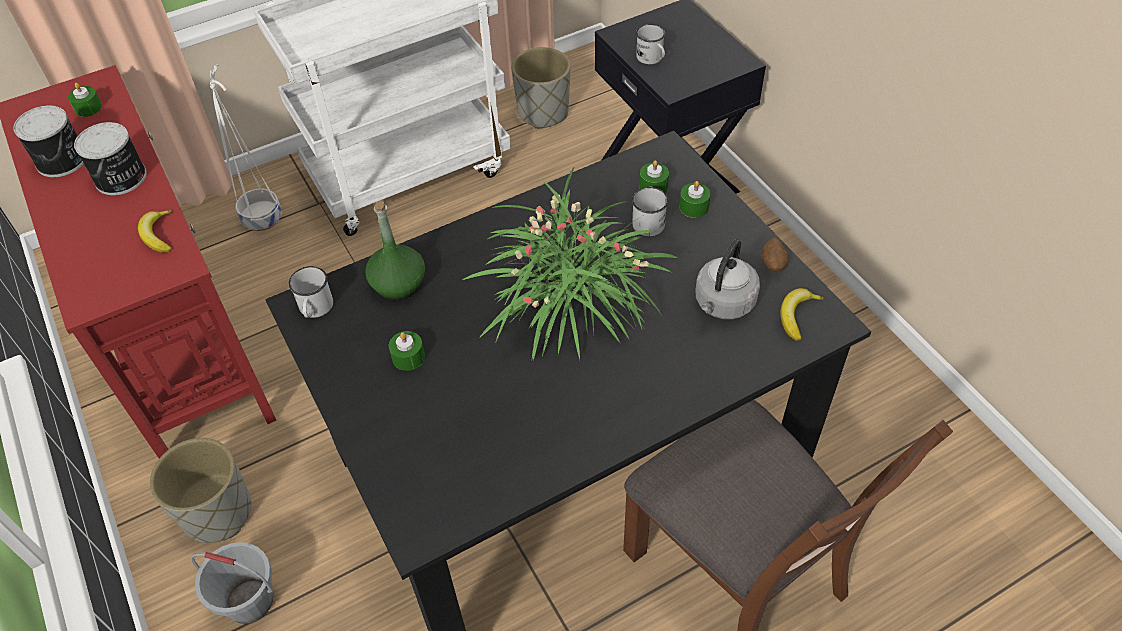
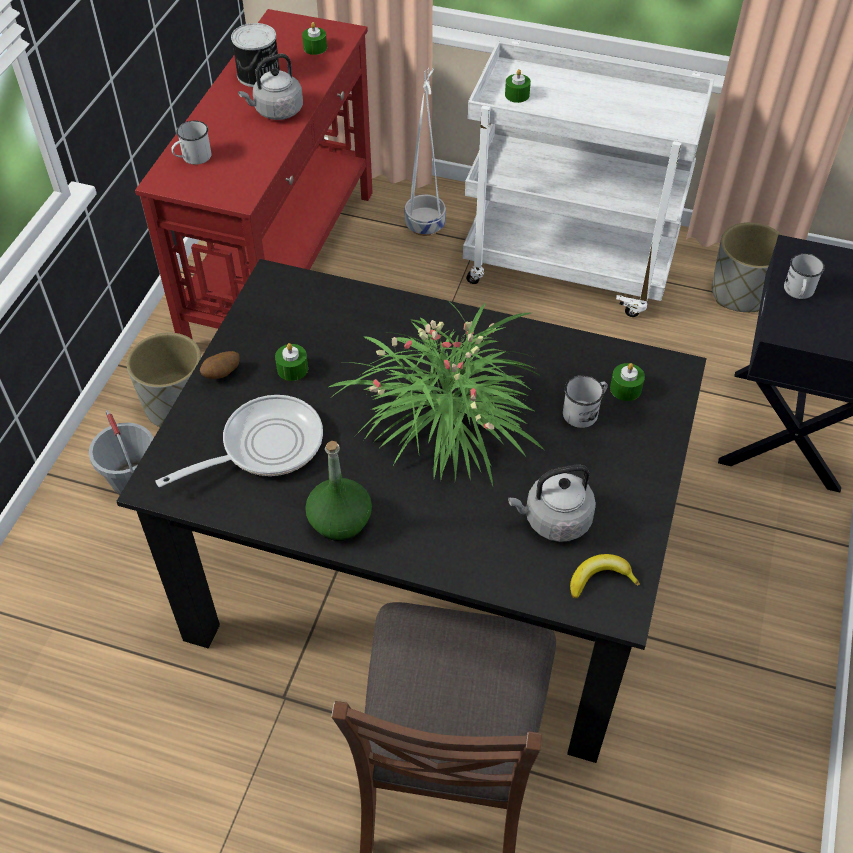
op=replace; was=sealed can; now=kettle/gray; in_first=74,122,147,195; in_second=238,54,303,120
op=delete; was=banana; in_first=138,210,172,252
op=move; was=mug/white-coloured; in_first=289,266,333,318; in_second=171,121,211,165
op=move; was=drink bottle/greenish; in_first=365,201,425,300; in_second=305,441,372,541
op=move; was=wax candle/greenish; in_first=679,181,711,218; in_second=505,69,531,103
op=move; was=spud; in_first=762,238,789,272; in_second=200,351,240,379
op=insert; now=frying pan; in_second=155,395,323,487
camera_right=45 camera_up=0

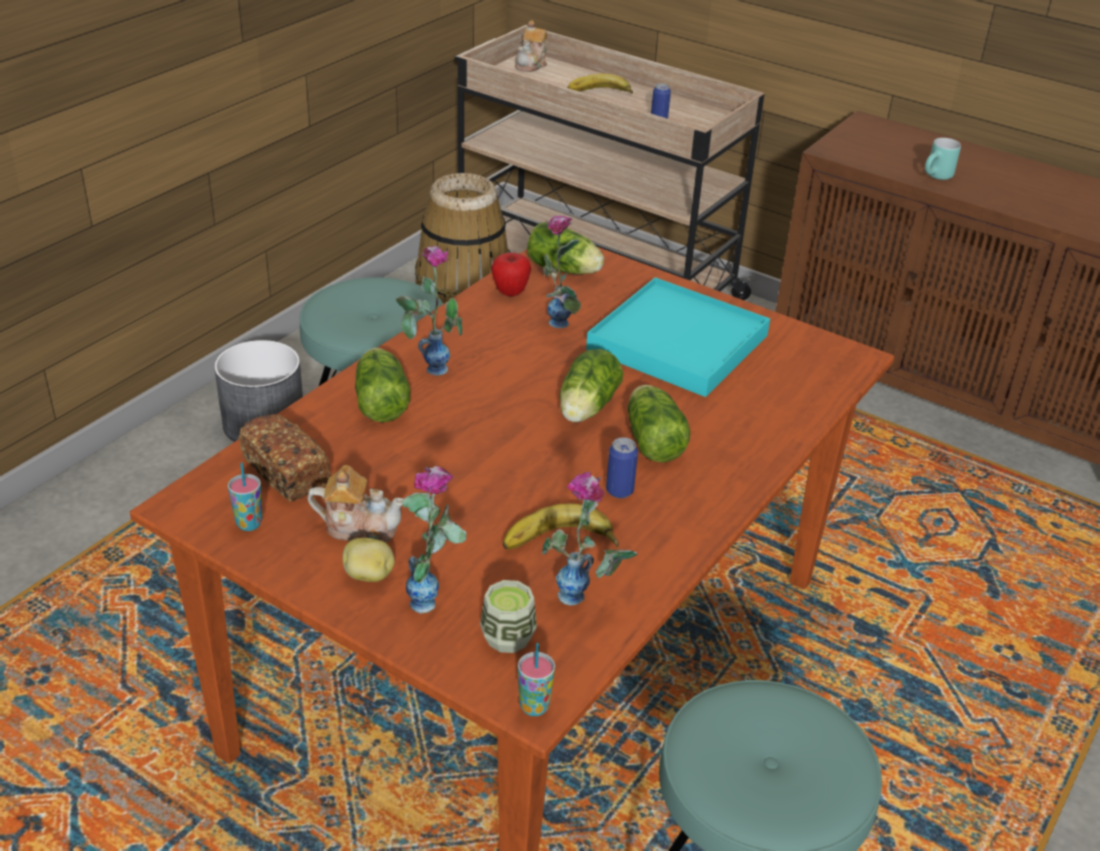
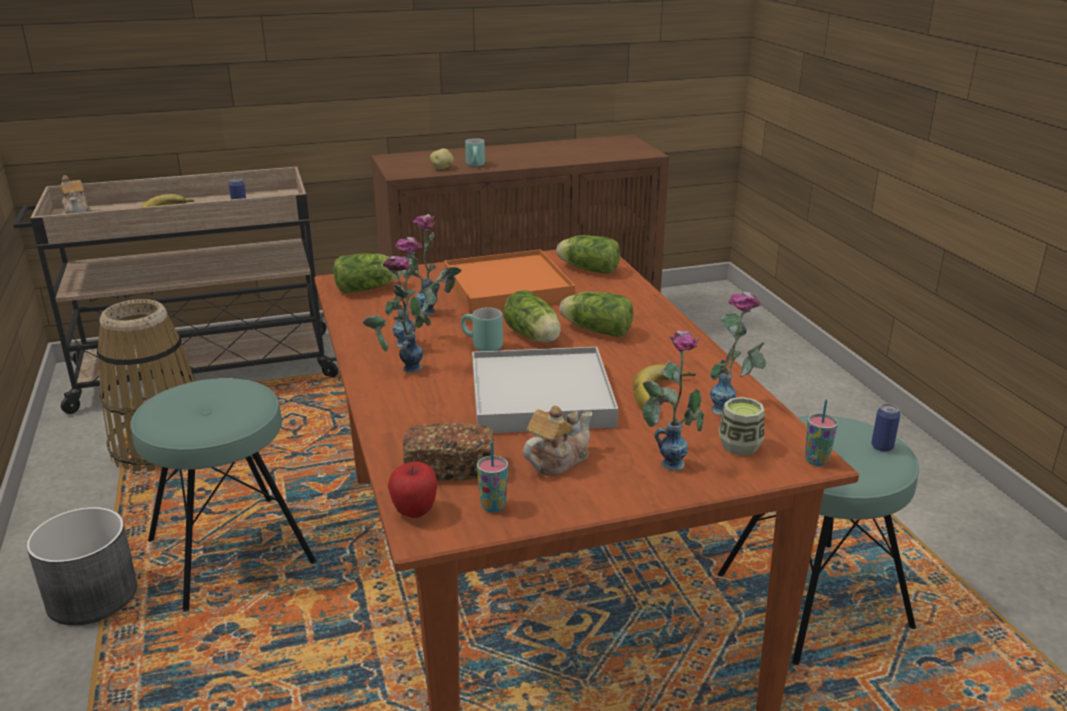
op=move; was=spud; in_first=342,538,395,582; in_second=430,148,454,169
op=move; was=lettuce head; in_first=355,348,410,422; in_second=556,235,620,274
op=move; was=apple fruit; in_first=491,252,531,296; in_second=388,461,438,518
op=recolor; was=carrying tray/turquoise; now=carrying tray/orangey; in_first=586,277,770,397; in_second=444,249,575,314
op=move; was=sealed can; in_first=606,437,638,498; in_second=871,404,900,452
op=insert; now=vase; in_second=385,237,439,348
op=insert; now=mug/turquoise; in_second=461,307,503,351
op=insert; now=carrying tray/white-coloured; in_second=472,347,618,433
camera_right=-50 camera_up=-10

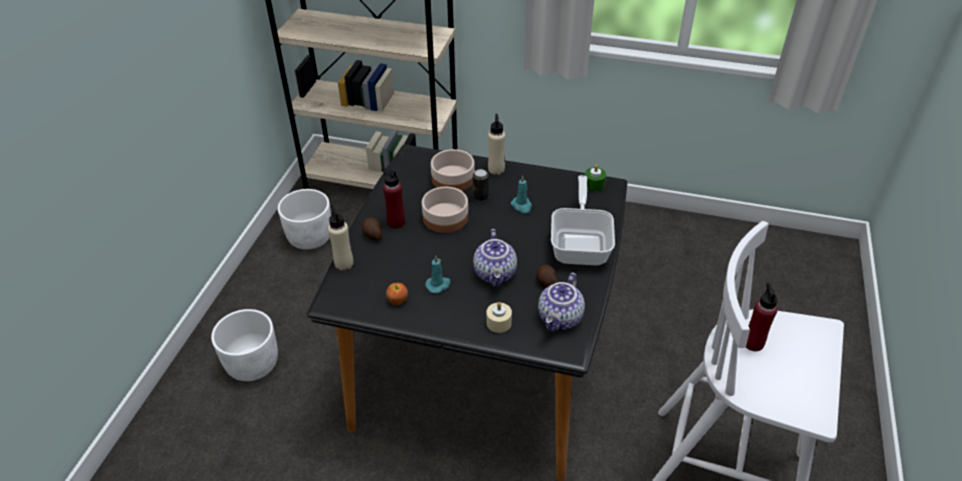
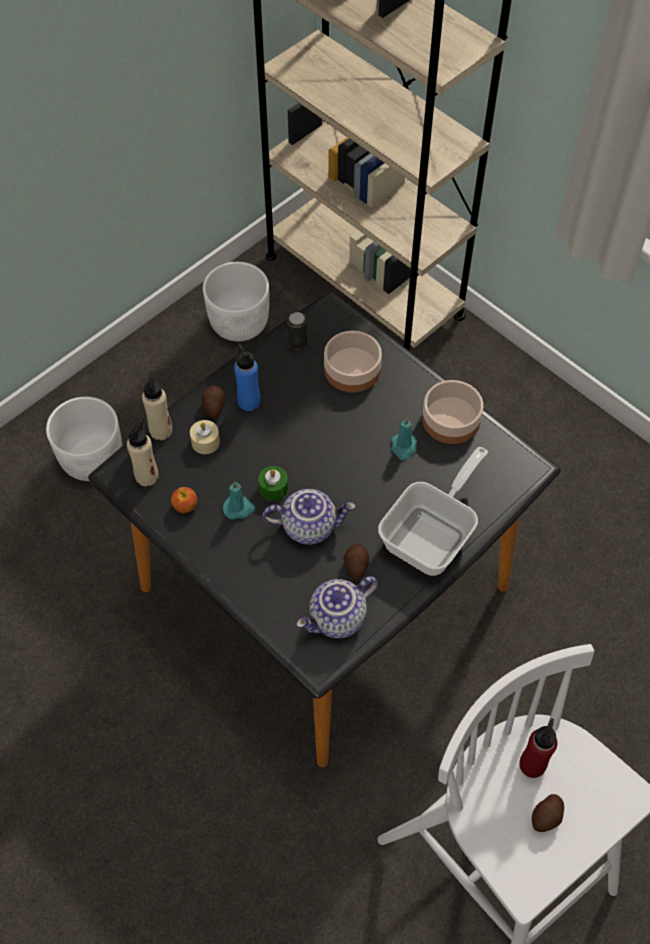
op=recolor; was=drink bottle/red-coloured; now=drink bottle/bluish; in_first=382,168,405,228; in_second=234,343,260,411
op=move; was=serving bowl; in_first=422,187,468,233; in_second=422,380,483,444
op=move; was=sealed can; in_first=473,169,489,201; in_second=287,312,307,349
op=rotate; was=teapot; in_first=473,229,517,286; in_second=263,489,356,545; clockwise=-120
op=move; was=wax candle/beige-coloured; in_first=486,302,512,333; in_second=190,420,220,454
op=move; was=drink bottle/beige-coloured; in_first=488,114,505,175; in_second=127,419,159,486
op=move; was=wax candle/greenish; in_first=585,164,606,191; in_second=258,466,288,501
op=insert; now=spud; in_second=532,794,564,832
camera_right=30 camera_up=15

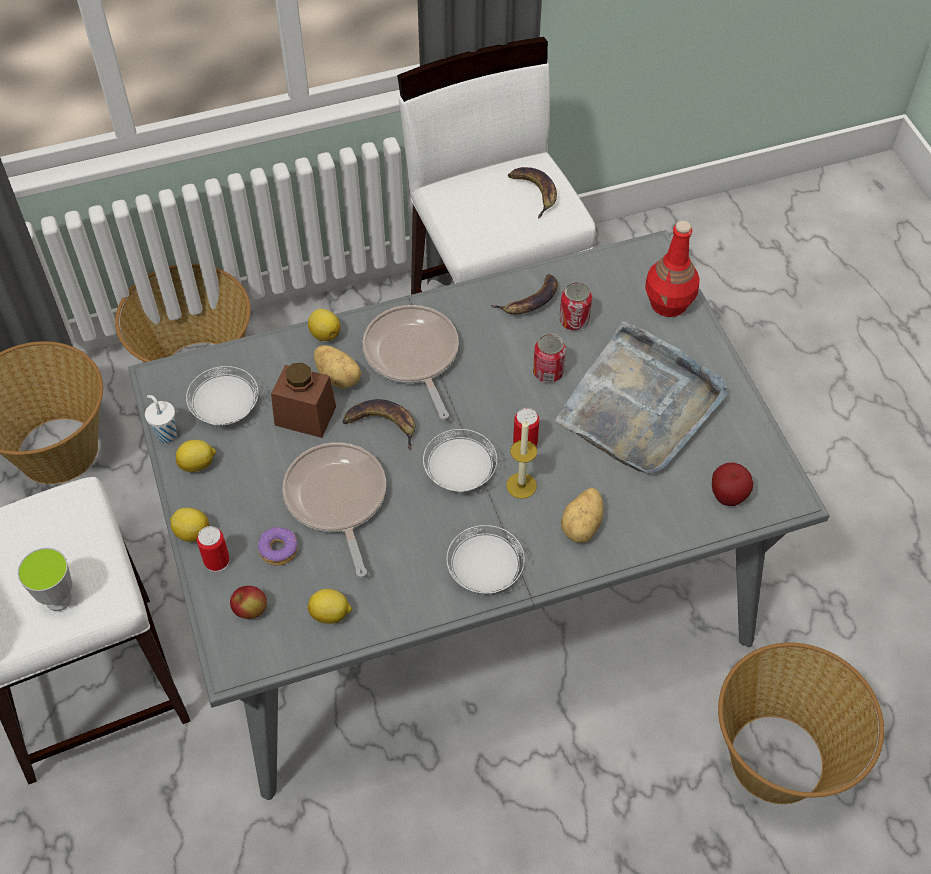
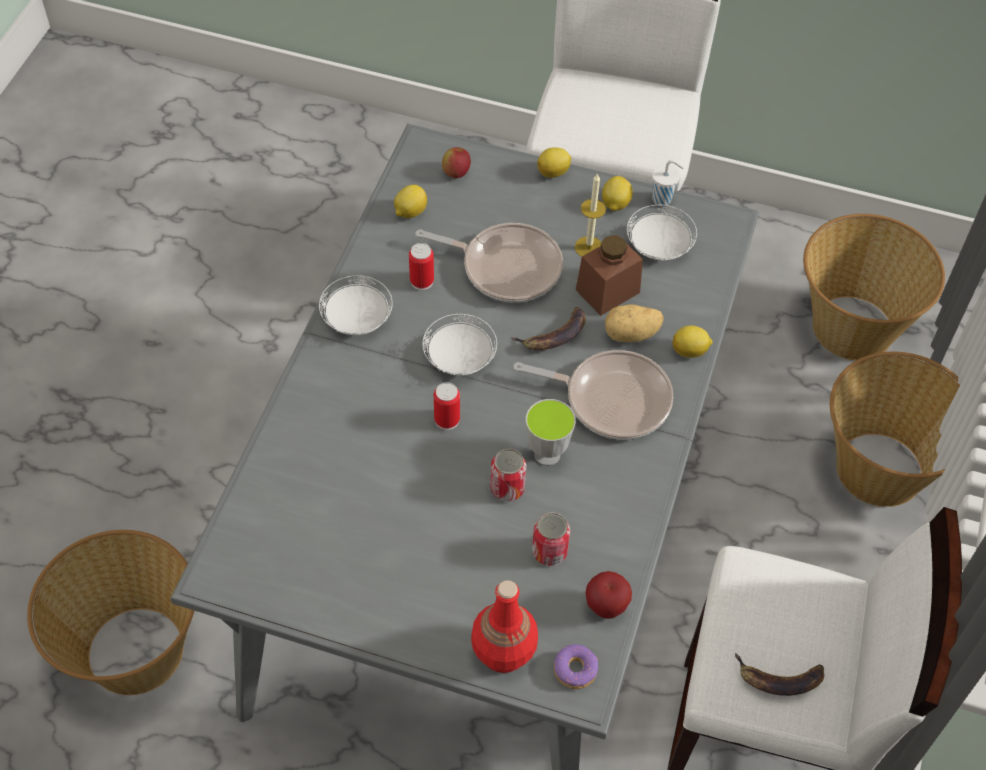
op=move; was=cup; in_first=17,548,72,611; in_second=526,399,576,466
op=move; was=sealed can; in_first=197,526,230,572; in_second=409,243,434,290
op=move; was=ring doughnut; in_first=258,527,298,566; in_second=554,644,598,689
op=delete; was=banana; in_first=491,274,558,314
op=move; was=wax candle; in_first=506,419,537,499; in_second=575,173,606,257
op=delete; was=carrying tray/gray; in_first=555,321,727,474
op=delete; was=spud; in_first=561,488,603,543
op=move; was=apple fruit; in_first=712,462,753,506; in_second=585,571,632,619
camera_right=125 camera_up=0

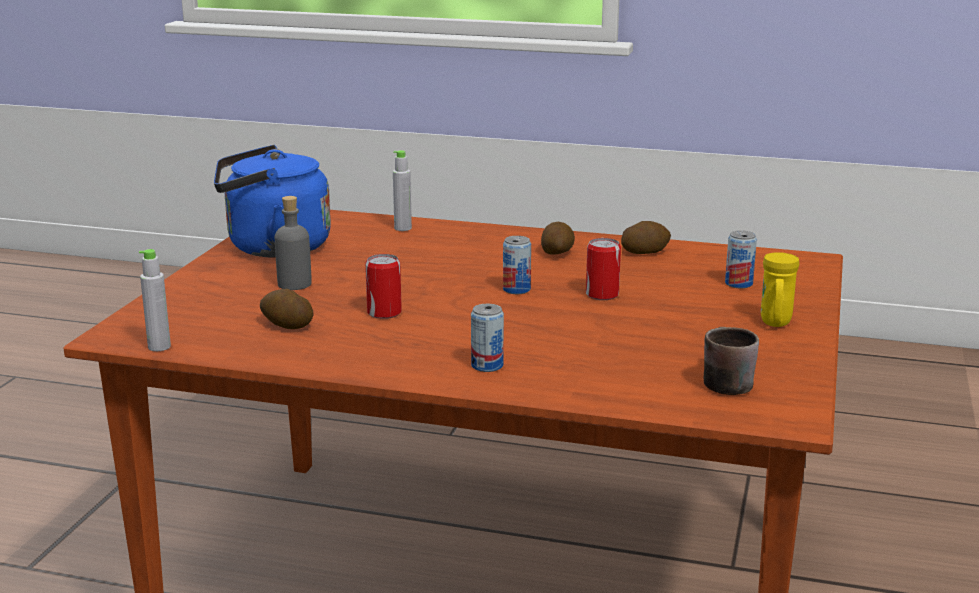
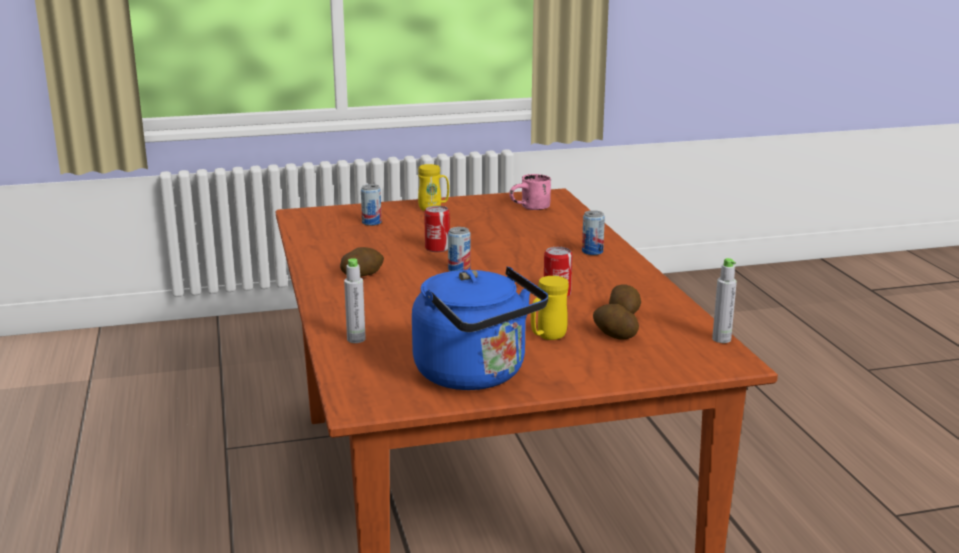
op=replace; was=drink bottle/gray; now=mug/yellow-coloured; in_first=275,196,312,290; in_second=531,276,569,340
op=move; was=spud; in_first=621,221,671,254; in_second=593,304,639,339
op=recolor; was=mug/brownish; now=mug/pink; in_first=704,327,759,395; in_second=509,174,551,210
camera_right=-120 camera_up=0

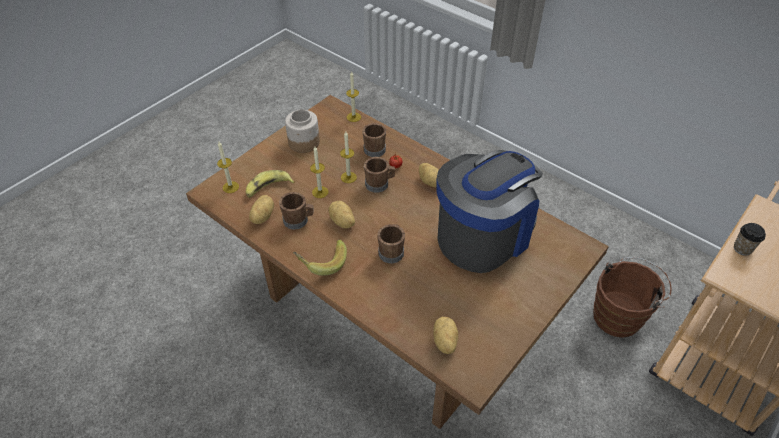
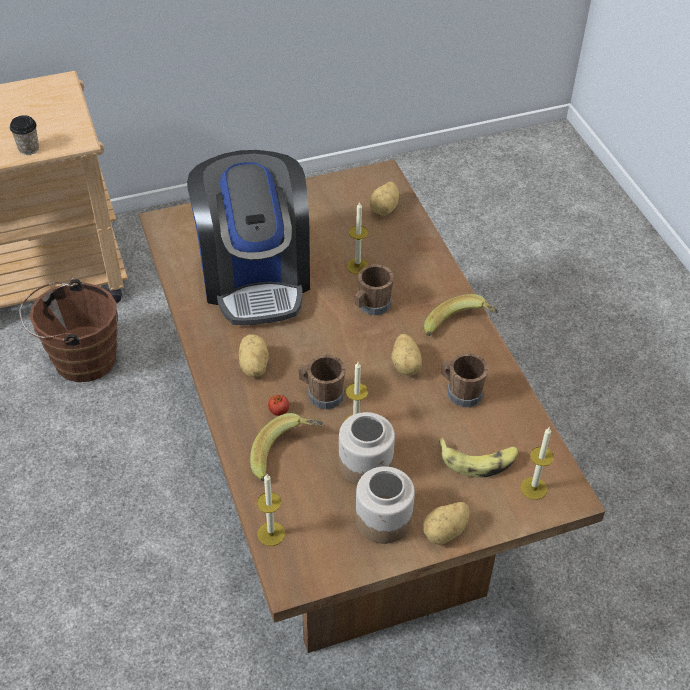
op=move; was=spud; in_first=249,195,274,224; in_second=423,502,470,545
op=move; was=wax candle; in_first=310,147,329,198; in_second=346,201,369,274
op=replace; was=mug/brownish; now=banana; in_first=362,123,386,157; in_second=250,413,323,481
op=rotate; was=coffee maker; in_first=436,150,543,273; in_second=187,150,310,325; clockwise=-90
op=insert; now=jar; in_second=339,412,395,485
camera_right=-150 camera_up=0

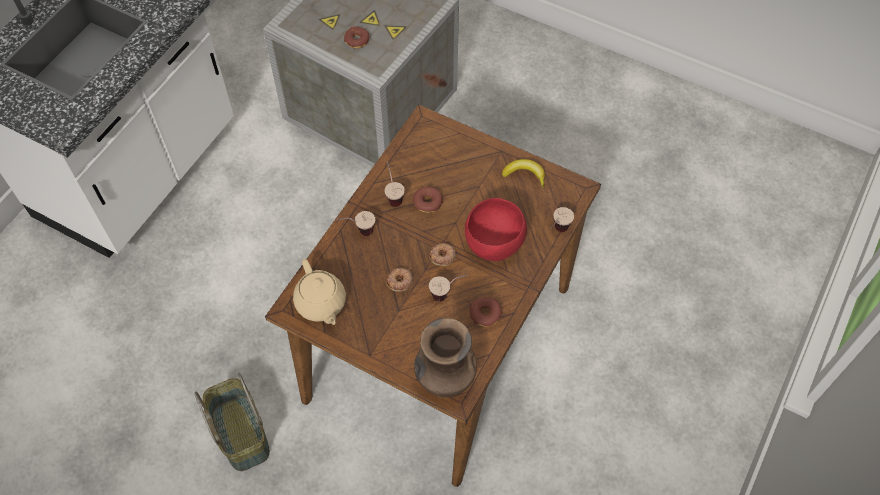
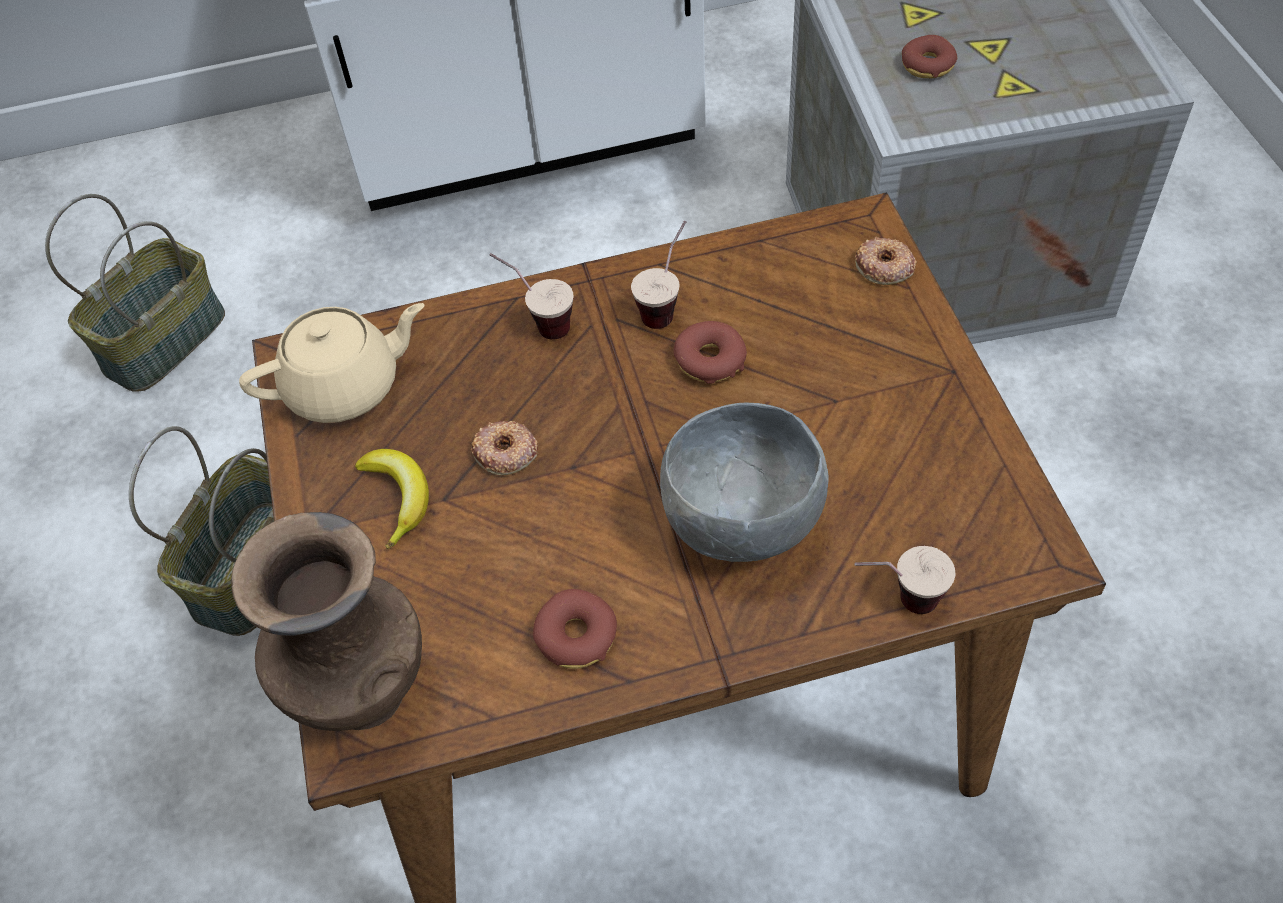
op=rotate; was=teapot/beige-coloured; in_first=293,259,346,325; in_second=239,303,425,423; clockwise=-135
op=move; was=ring doughnut; in_first=429,243,456,266; in_second=855,237,917,285
op=delete; was=cup; in_first=429,274,468,302
op=recolor; was=serving bowl/red-coloured; now=serving bowl/gray; in_first=465,198,527,261; in_second=660,403,828,562
op=move; was=banana; in_first=502,159,545,188; in_second=355,449,429,549
op=insert; now=storage basket; in_second=45,194,225,392
camera_right=50 camera_up=-5

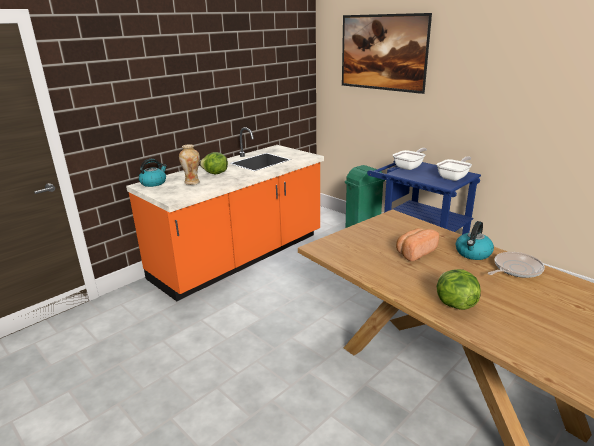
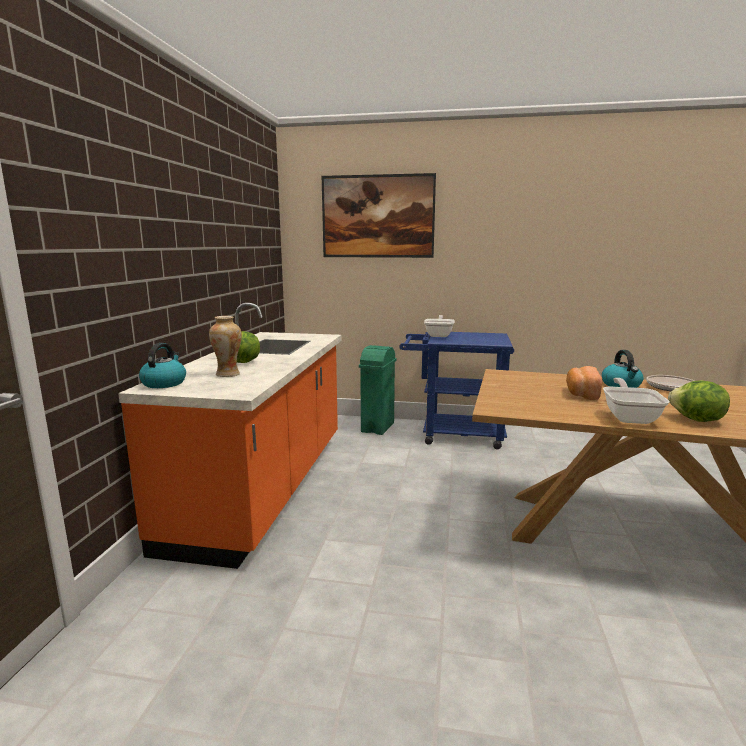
op=move; was=frying pan; in_first=436,156,472,181; in_second=603,378,669,424
camera_right=-35 camera_up=-10

